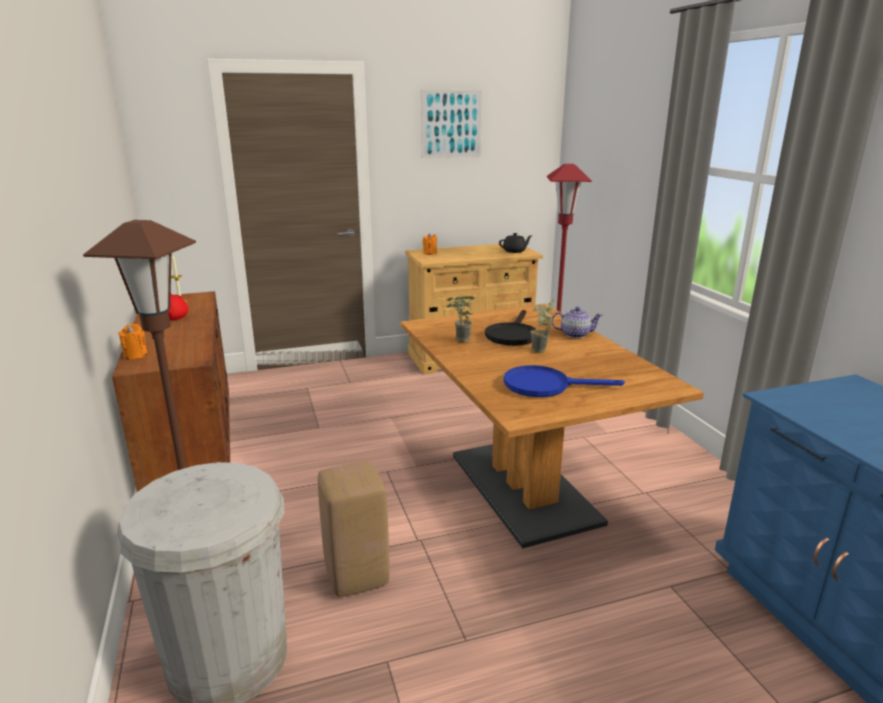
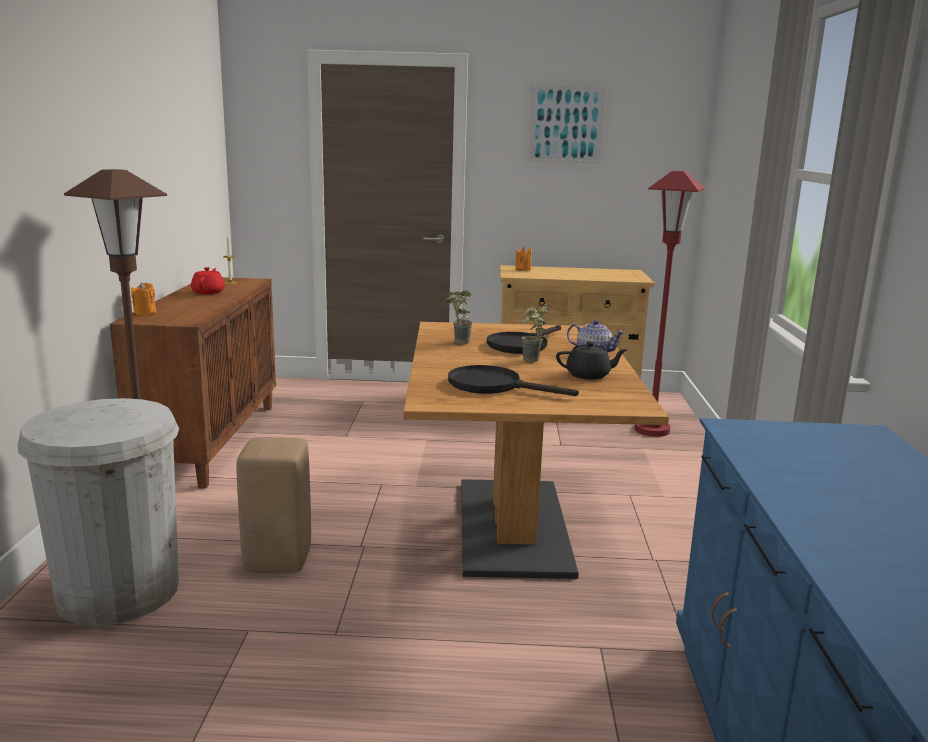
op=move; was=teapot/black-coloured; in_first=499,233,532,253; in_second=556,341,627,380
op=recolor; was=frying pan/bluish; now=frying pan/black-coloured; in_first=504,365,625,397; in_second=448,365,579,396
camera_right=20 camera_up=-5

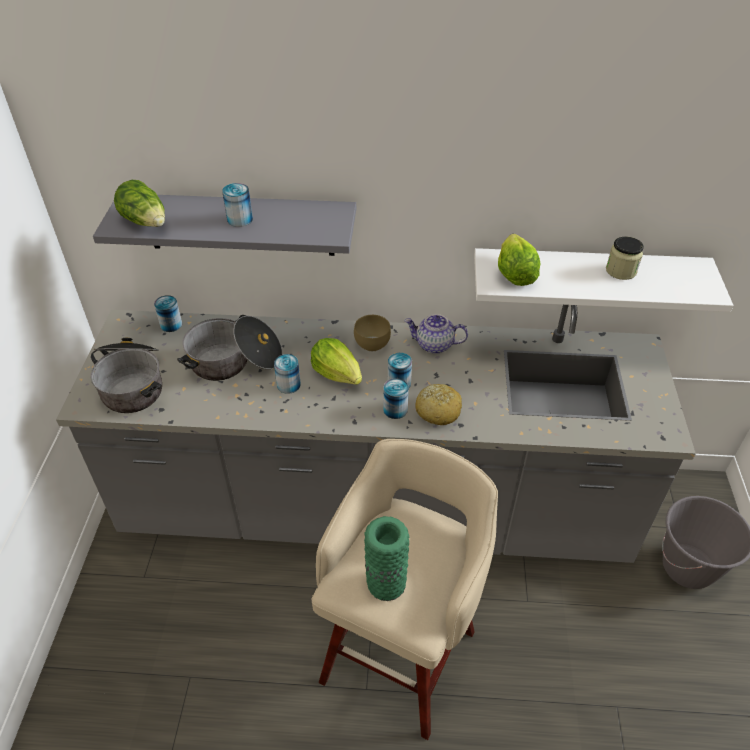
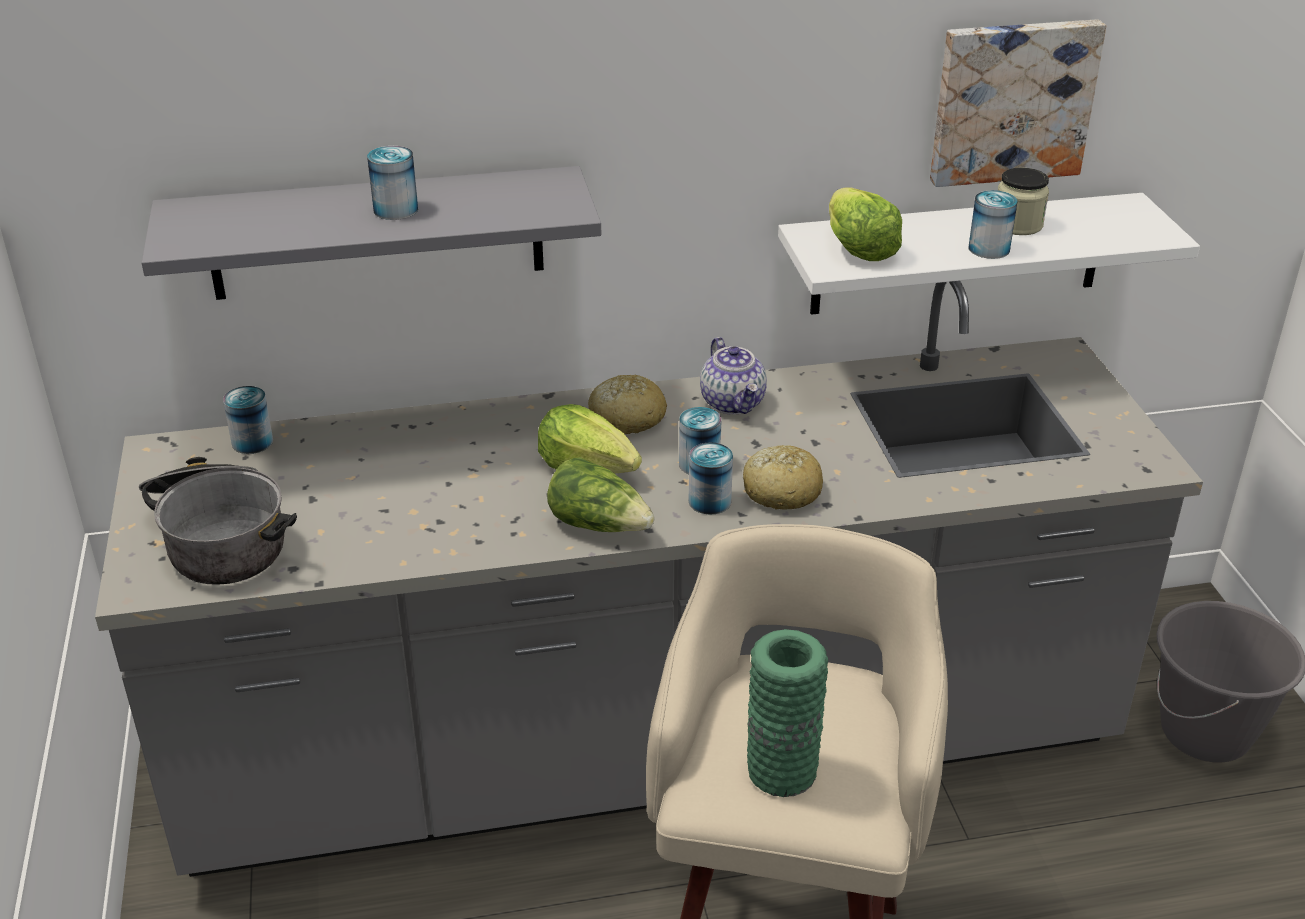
op=move; was=lettuce head; in_first=114,180,165,227; in_second=547,457,655,532
op=delete; was=saucepot; in_first=177,315,283,381
op=move; was=sealed can; in_first=274,354,301,394; in_second=969,190,1017,259
op=replace; was=serving bowl/brownish; now=baked bread; in_first=354,315,391,351; in_second=588,374,667,434
op=rotate; was=teapot; in_first=404,314,468,354; in_second=700,337,767,415; clockwise=-105
op=insert; now=picture; in_second=930,19,1106,187
camera_right=-15 camera_up=-10

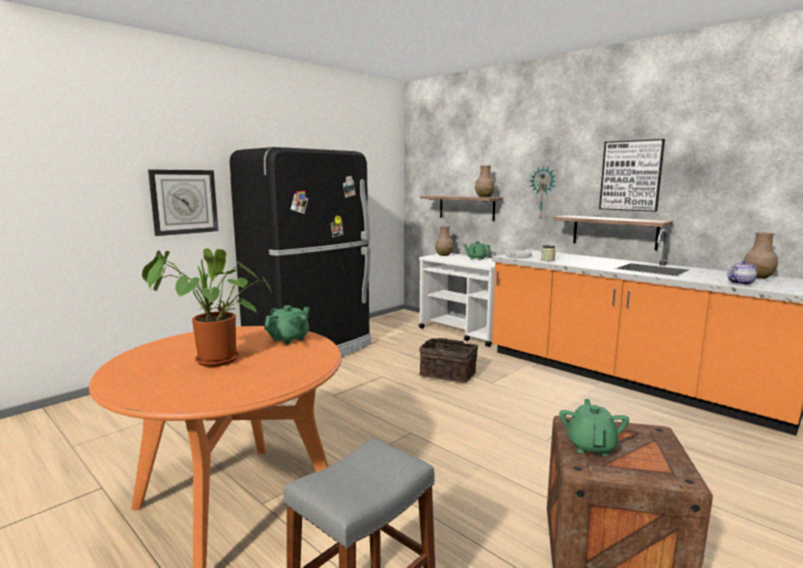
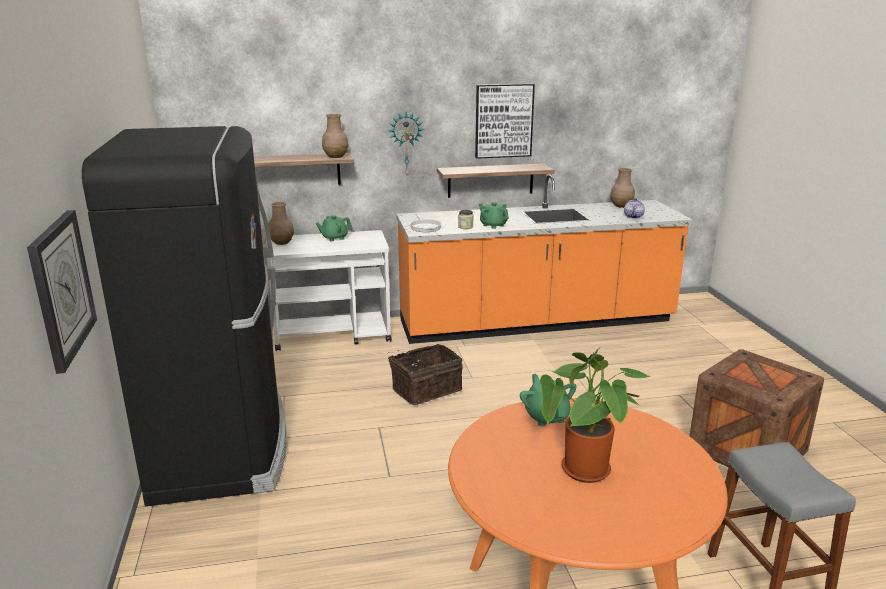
op=move; was=teapot/greenish; in_first=559,399,629,456; in_second=479,202,509,229
camera_right=-55 camera_up=10

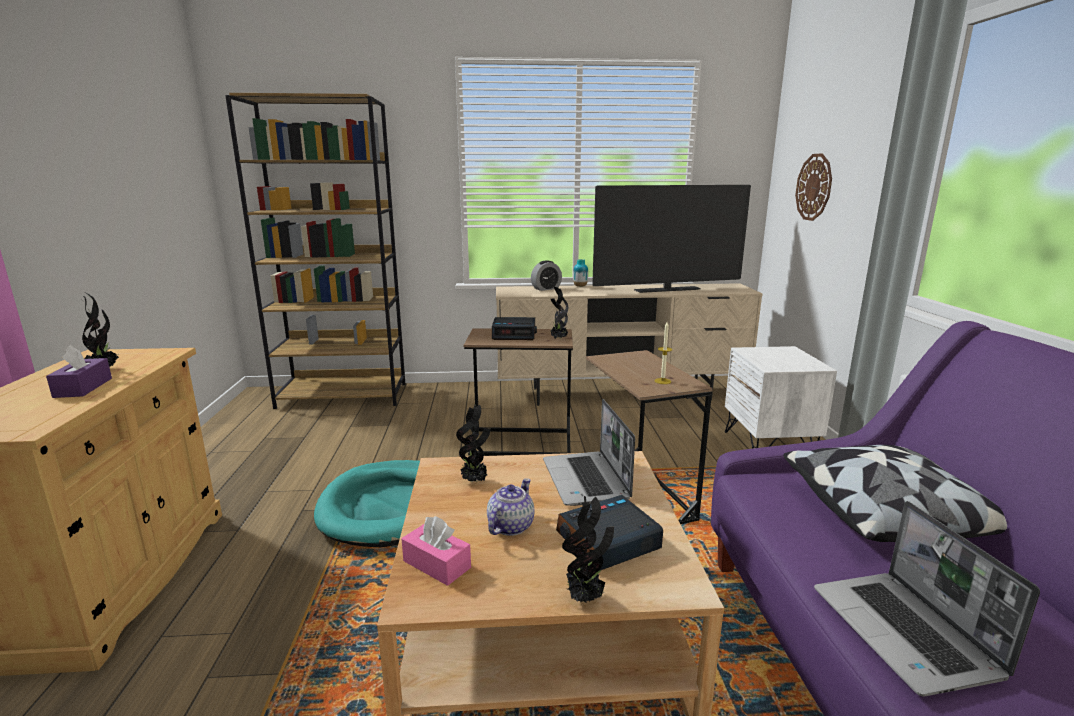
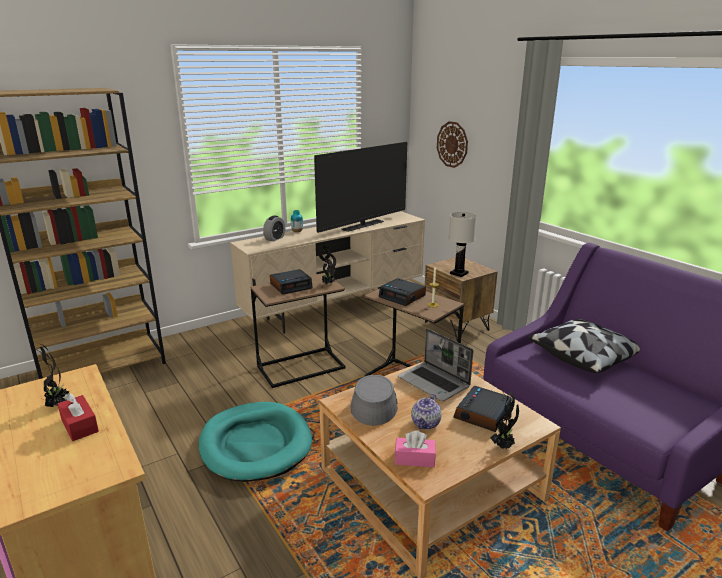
op=recolor; was=tissue box/purple; now=tissue box/red-coloured; in_first=46,345,112,398; in_second=58,393,99,441
op=replace; was=houseplant; now=wearable hat/gray; in_first=456,405,491,482; in_second=350,375,398,426
op=rotate; was=teapot; in_first=487,478,535,536; in_second=411,394,441,429; clockwise=-150
op=recolor; was=bedside table/white-coloured; now=bedside table/brownish; in_first=725,346,837,449; in_second=425,257,498,341
op=delete; was=portable computer; in_first=814,501,1040,697
op=insert; now=bedside clock; in_second=379,278,426,306
op=insert; now=lamp for a table/white-coloured; in_second=449,212,477,277
camera_right=-30 camera_up=5

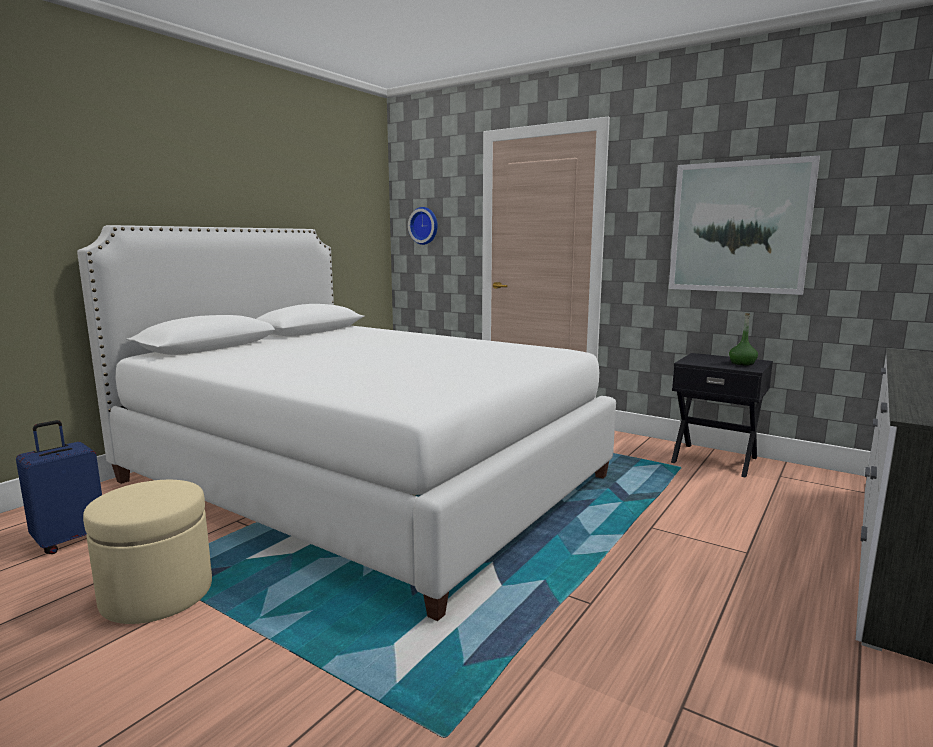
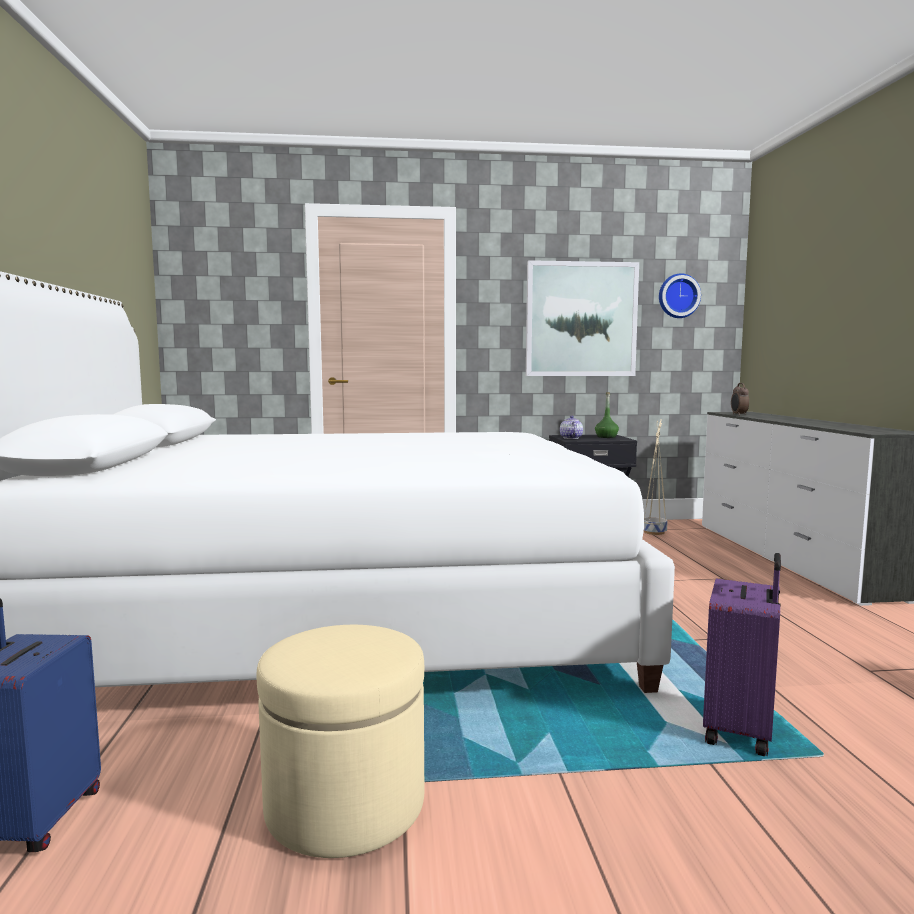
op=move; was=hanging clock; in_first=408,207,438,245; in_second=659,273,701,318
op=insert; now=teapot; in_second=560,415,583,439
op=insert; now=planter/beige-coloured; in_second=644,420,668,535
op=insert; now=travel case/purple; in_second=703,553,781,756
op=insert; now=bedside clock; in_second=731,383,749,416
camera_right=-40 camera_up=-5

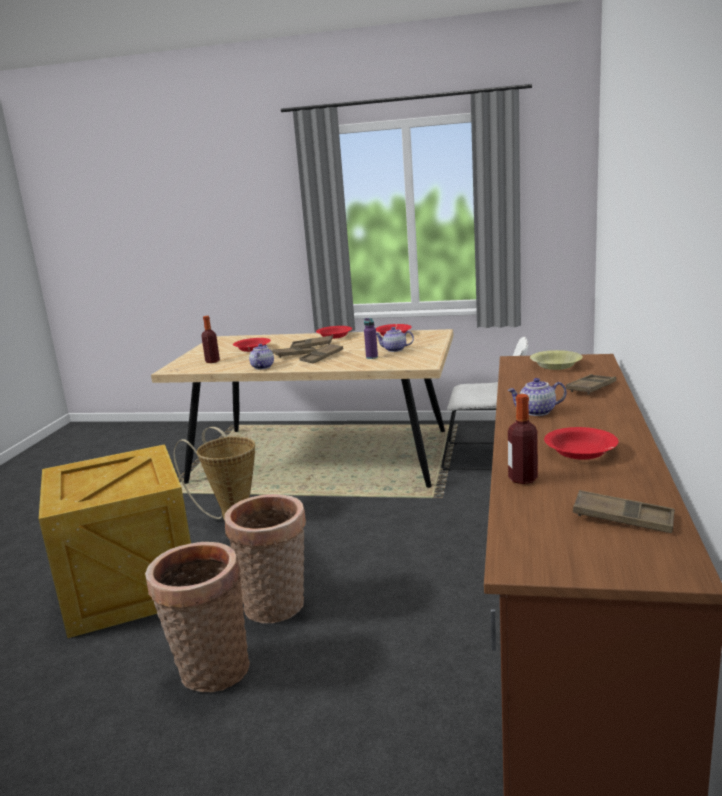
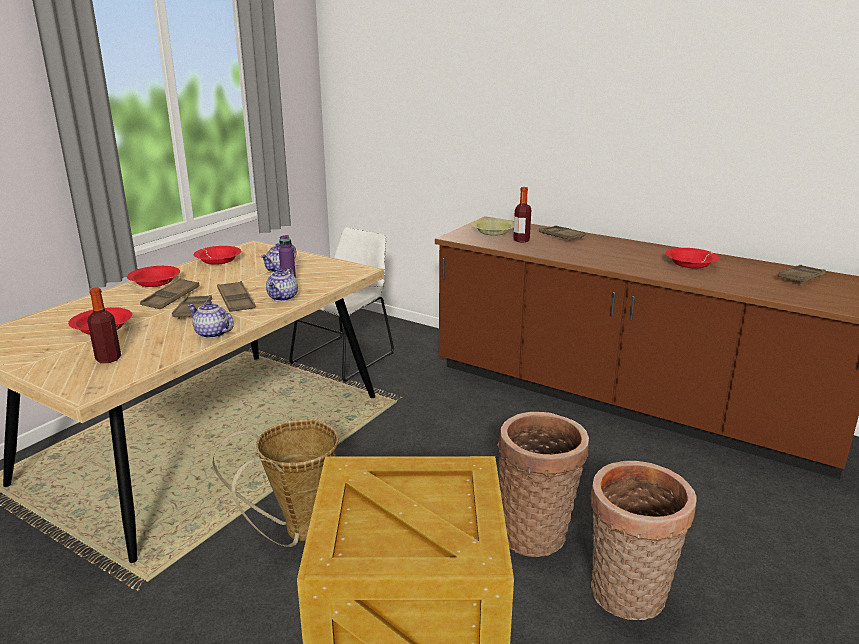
op=move; was=teapot; in_first=507,378,567,416; in_second=266,268,298,301
op=move; was=drink bottle; in_first=508,394,538,484; in_second=513,187,531,243
camera_right=-70 camera_up=5

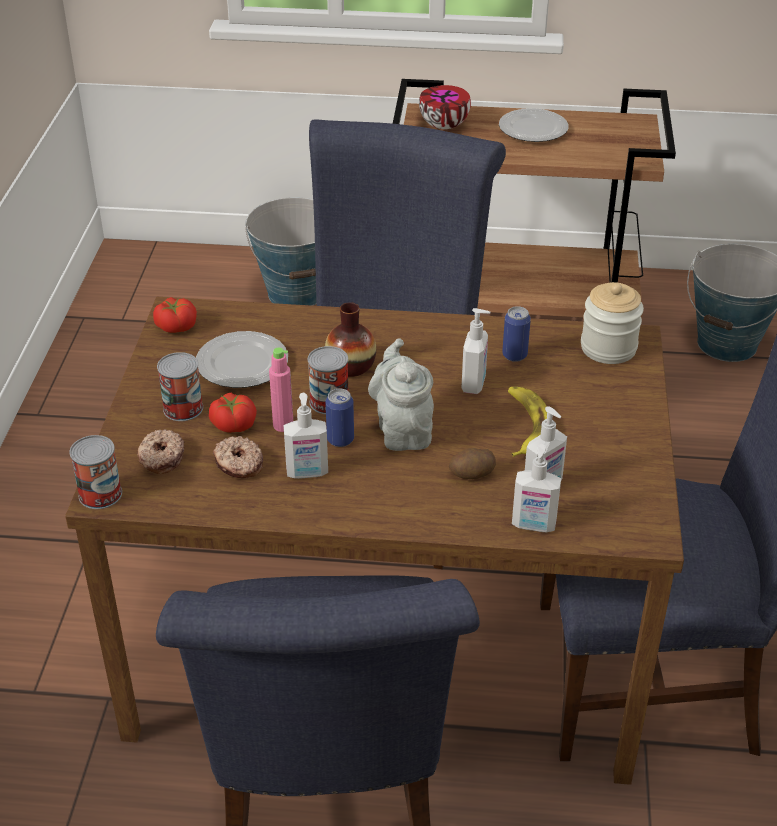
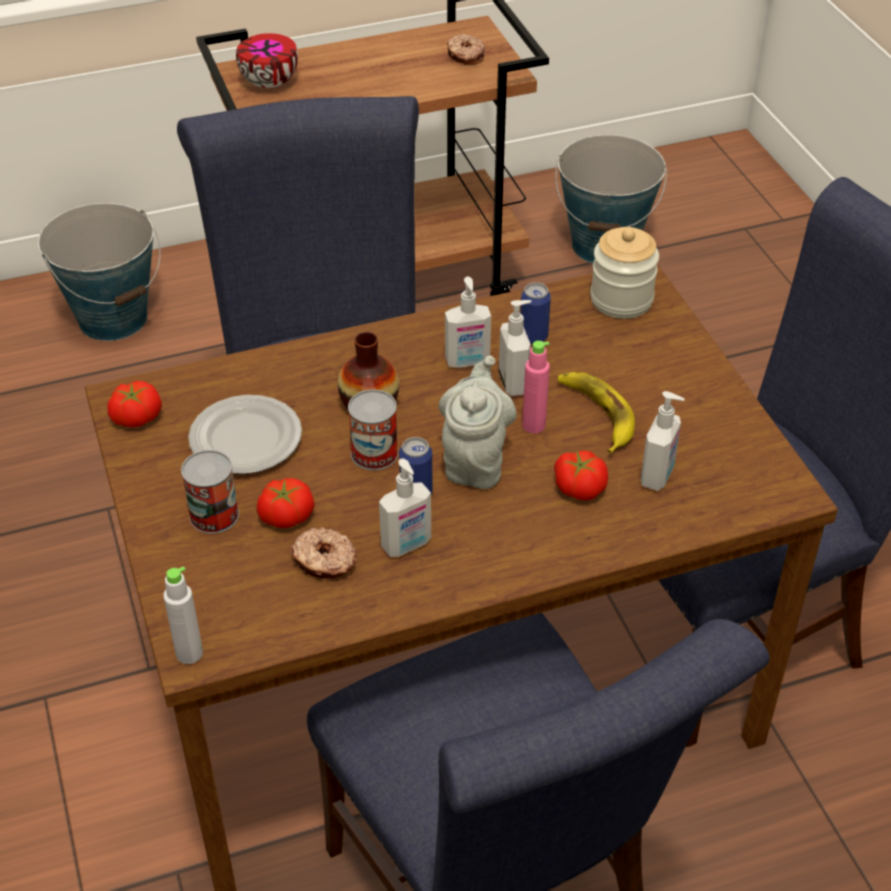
op=replace; was=sealed can; now=drink bottle/gray; in_first=69,435,122,509; in_second=163,566,203,664
op=move; was=ring doughnut; in_first=137,429,184,474; in_second=447,34,485,65
op=move; was=drink bottle/pink; in_first=269,348,293,432; in_second=522,341,550,433
op=rotate; was=teapot/gray; in_first=368,338,434,451; in_second=439,356,517,489; clockwise=45
op=replace; was=spud; now=tomato; in_first=449,448,496,479; in_second=554,450,608,500
op=delete; was=dinner plate; in_first=499,108,569,142
op=move; was=soap dispenser; in_first=512,444,561,532; in_second=445,276,491,368
camera_right=-25 camera_up=5

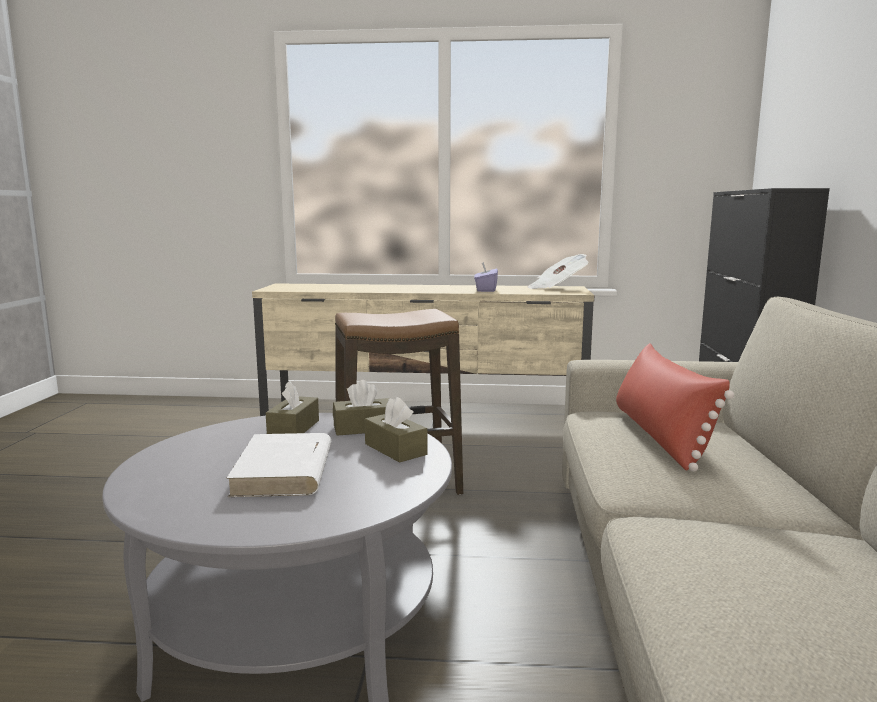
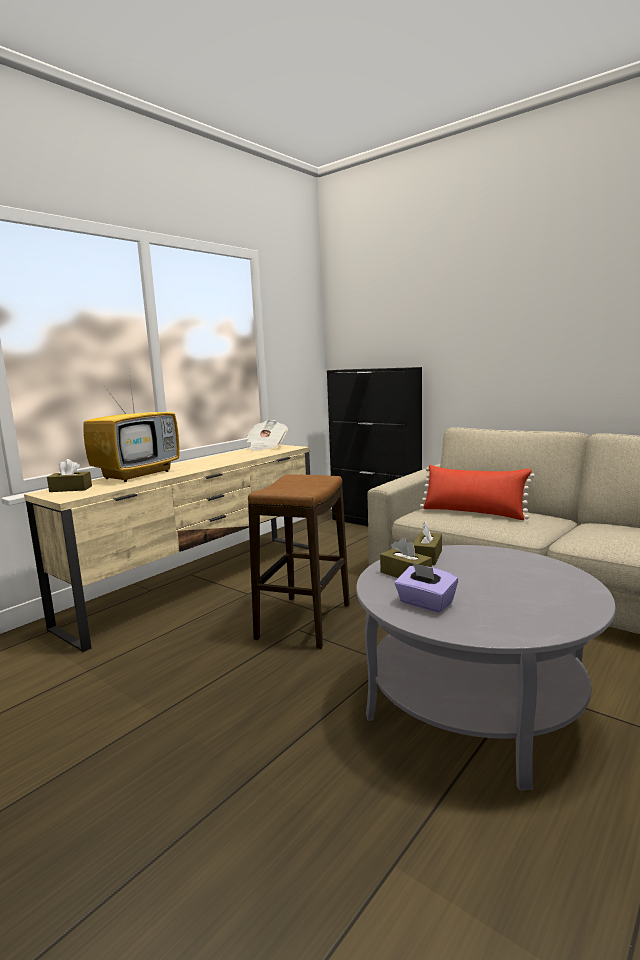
op=delete; was=book/white-coloured; in_first=226,433,331,497
op=move; was=tissue box/brownish; in_first=365,397,427,463; in_second=47,459,92,492
op=move; was=tissue box/purple; in_first=474,262,498,292; in_second=395,563,458,613
op=insert; now=TV set; in_second=83,380,179,482
camera_right=-55 camera_up=0

